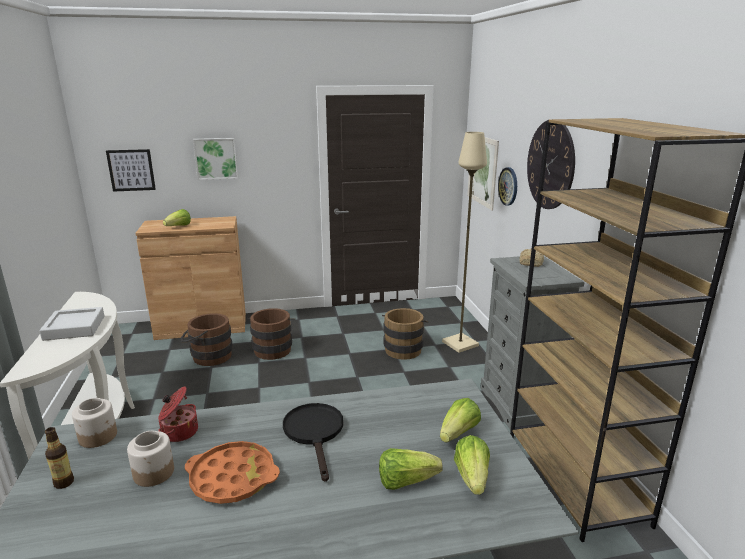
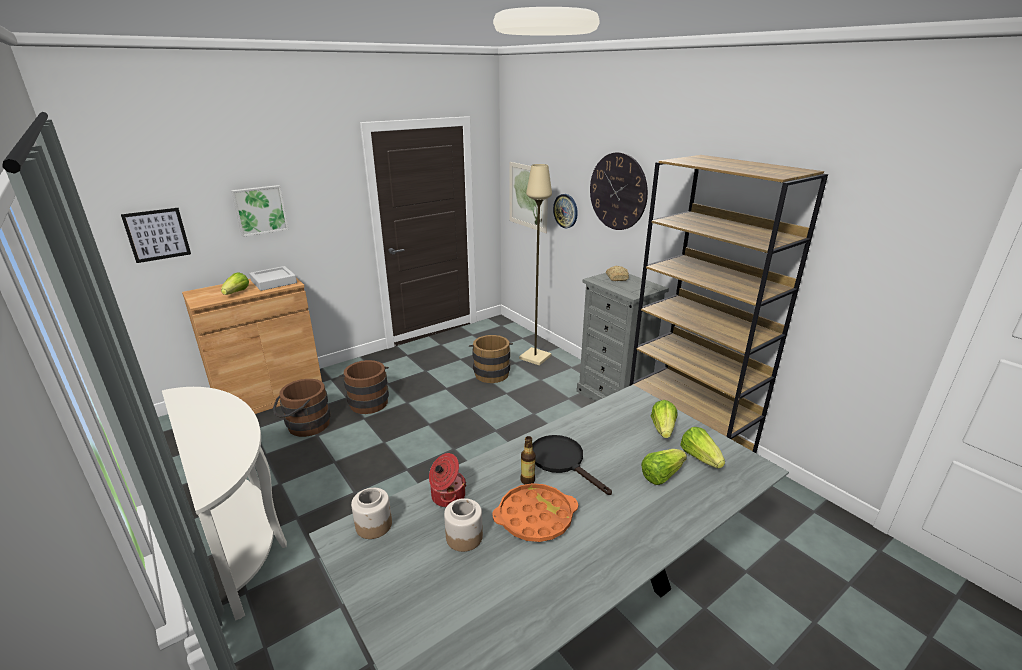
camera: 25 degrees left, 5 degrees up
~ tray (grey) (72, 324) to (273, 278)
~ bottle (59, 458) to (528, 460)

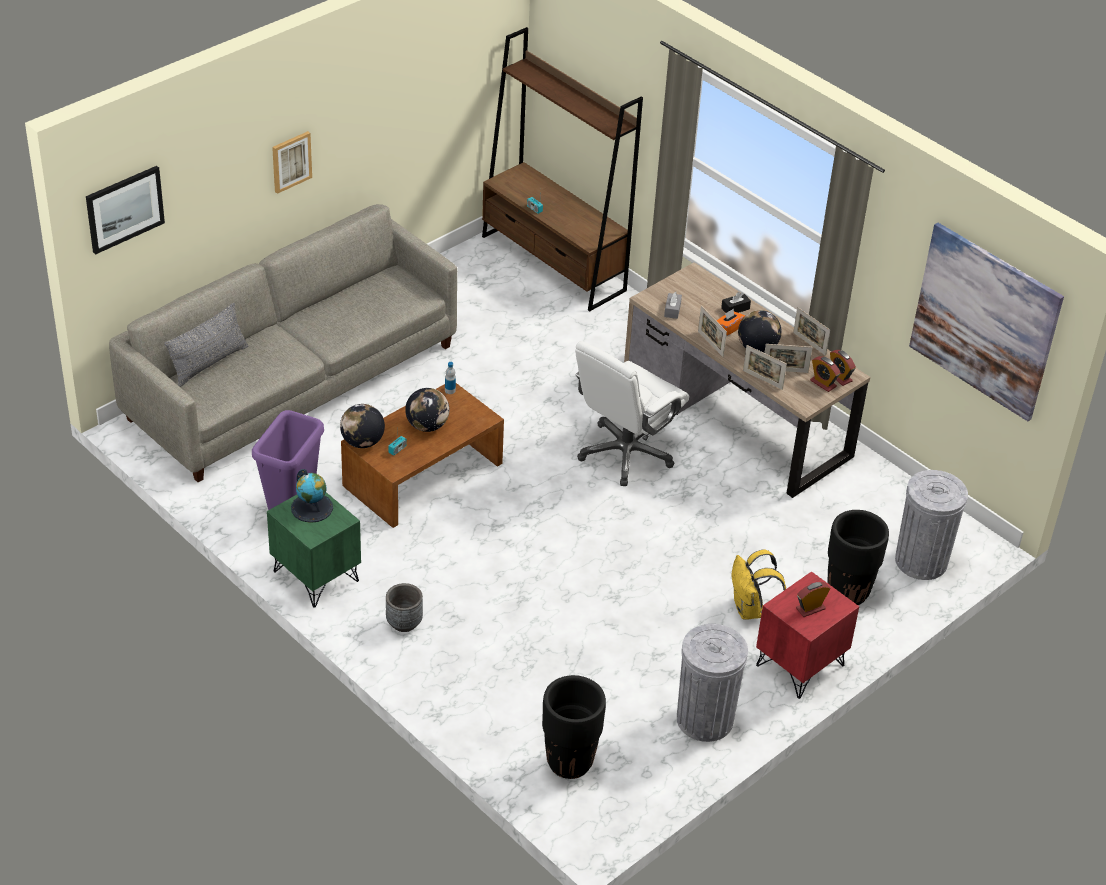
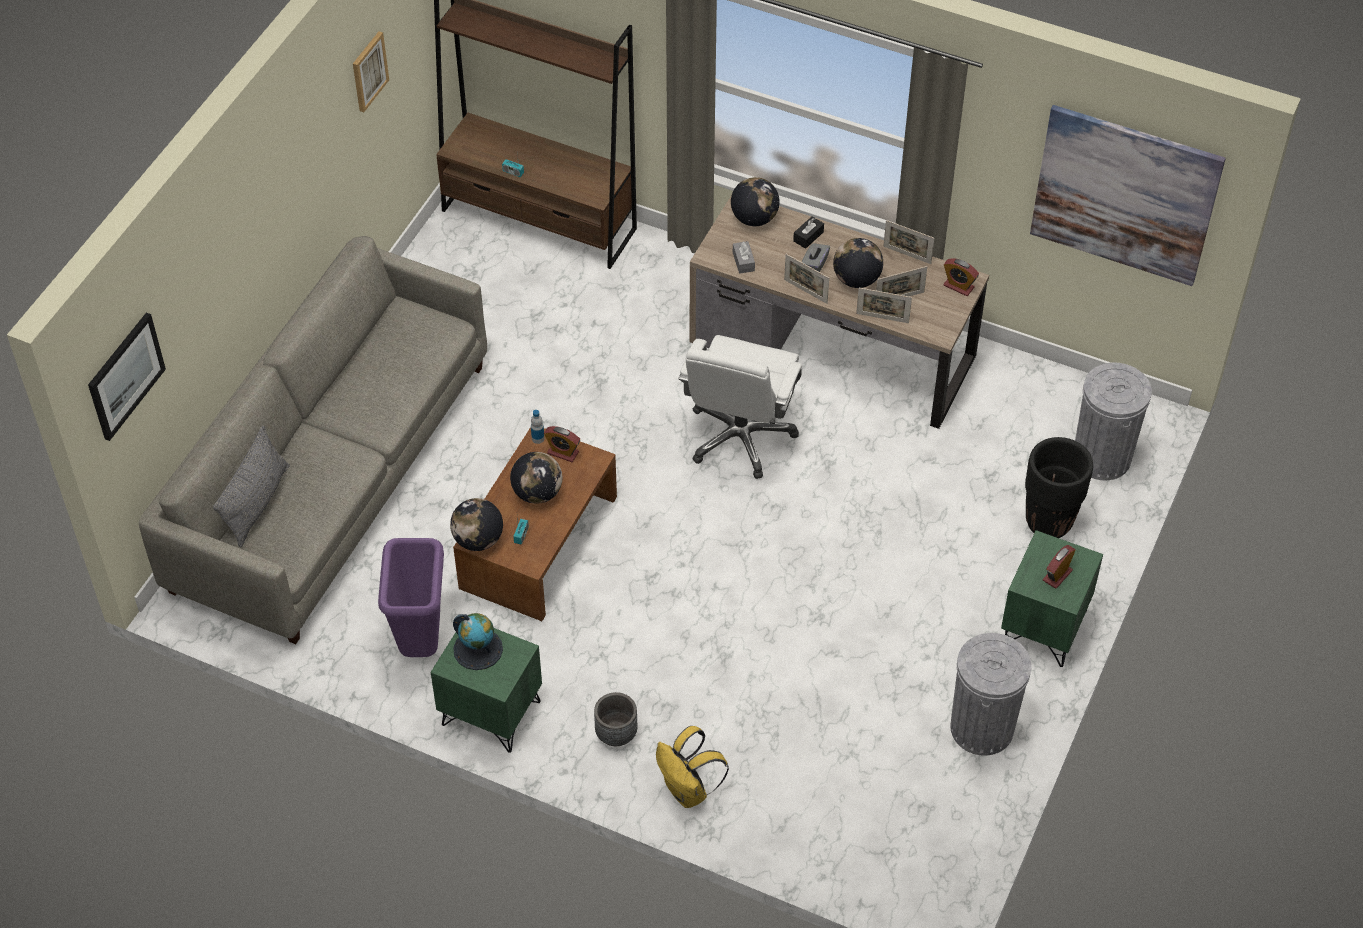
camera: 20 degrees left, 10 degrees up
- planter (black) (574, 727)
+ globe (755, 201)
~ picture (292, 162) to (371, 71)
~ backpack (yellow) (758, 585) to (692, 767)
~ alarm clock (825, 374) to (562, 444)
~ tissue box (orange) (731, 322) to tissue box (grey) (816, 257)
~ nightstand (red) (807, 635) to nightstand (green) (1052, 598)

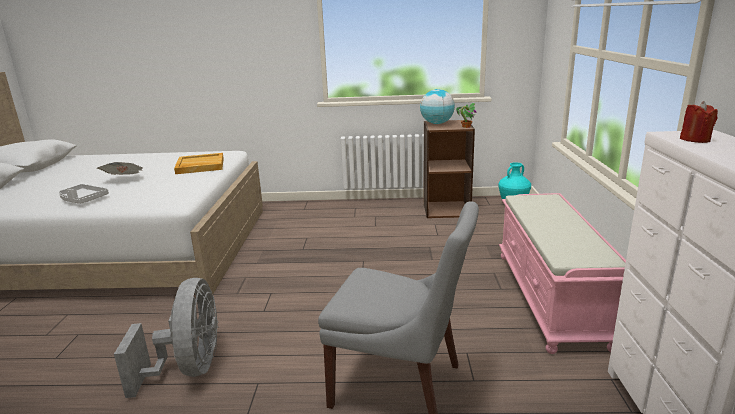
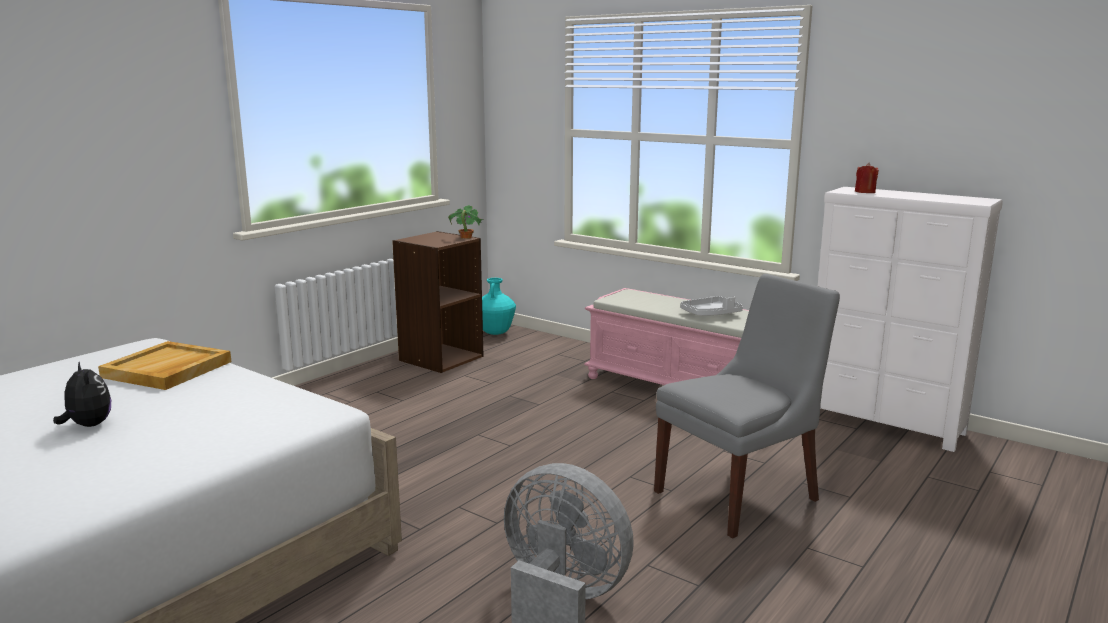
camera: 55 degrees left, 5 degrees down
- globe (437, 106)
~ tray (grey) (84, 194) to (711, 306)
~ newspaper (120, 168) to plush toy (82, 394)

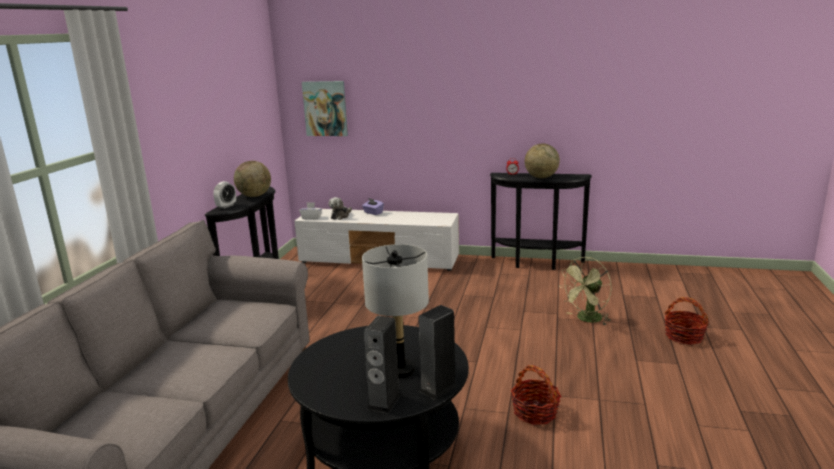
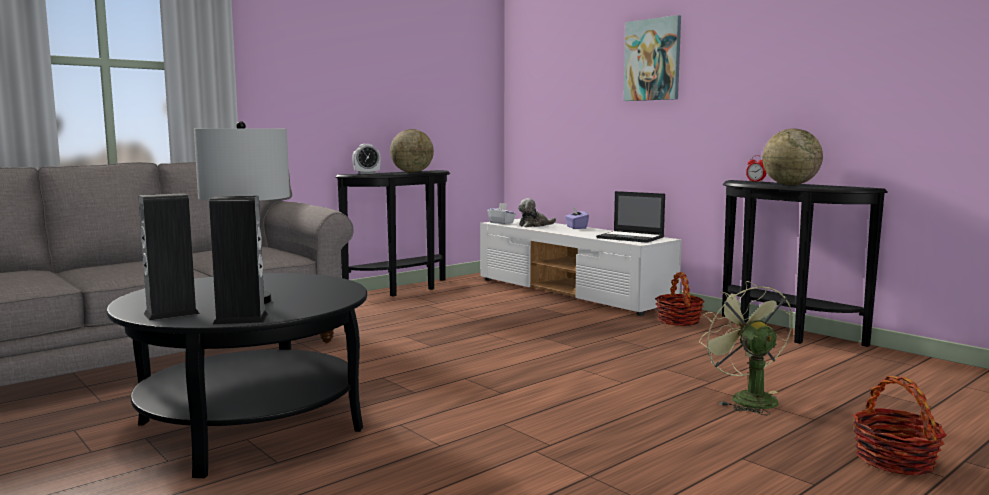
camera: 35 degrees right, 10 degrees down
+ laptop (630, 217)
~ picture (325, 108) to (652, 58)
~ basket (535, 395) to (679, 299)
~ fan (green) (585, 291) = (746, 348) 75 degrees clockwise

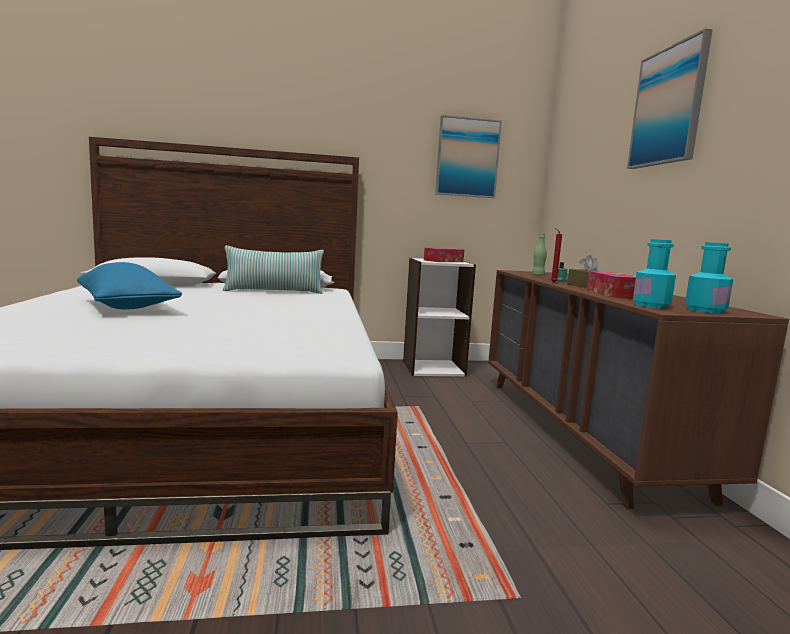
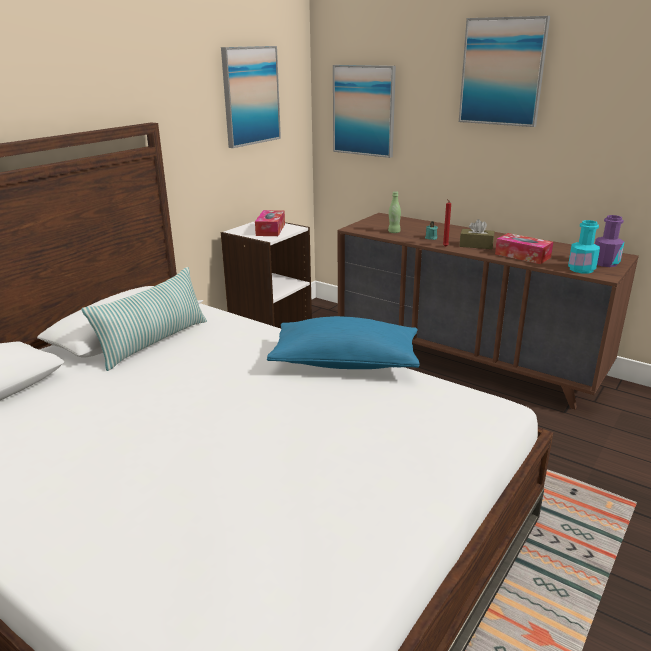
camera: 45 degrees left, 15 degrees up
+ picture (364, 111)
~ pillow (blue) (129, 285) to (343, 342)
~ bottle (turquoise) (709, 278) to bottle (purple) (609, 241)

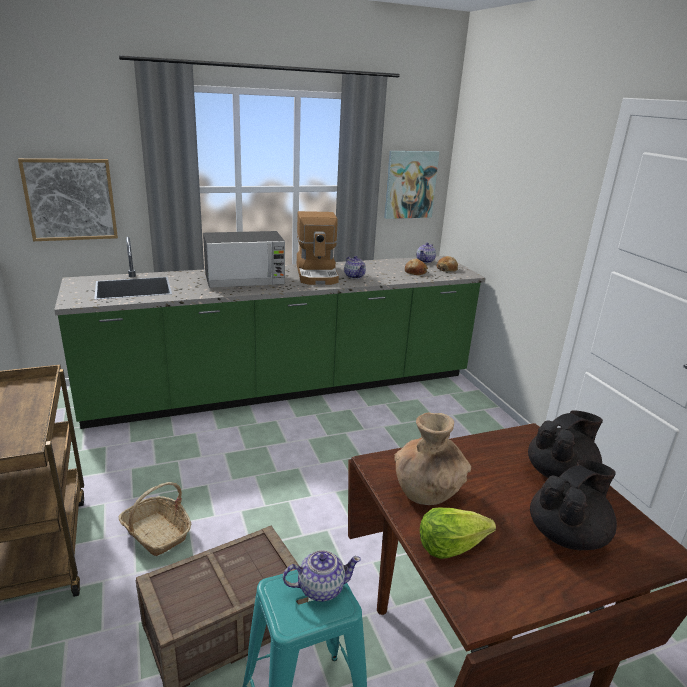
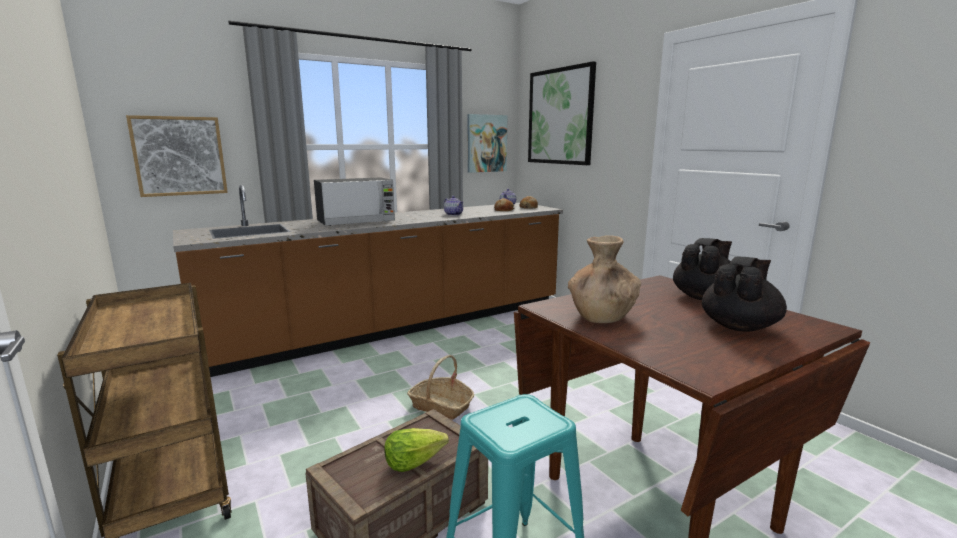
camera: 10 degrees left, 10 degrees down
- teapot (322, 576)
- coffee machine (318, 248)
+ picture (562, 113)
~ basket (154, 519) to (440, 387)
~ lettuce (458, 533) to (416, 450)
~ counter (green) (270, 333) to counter (brown) (368, 281)

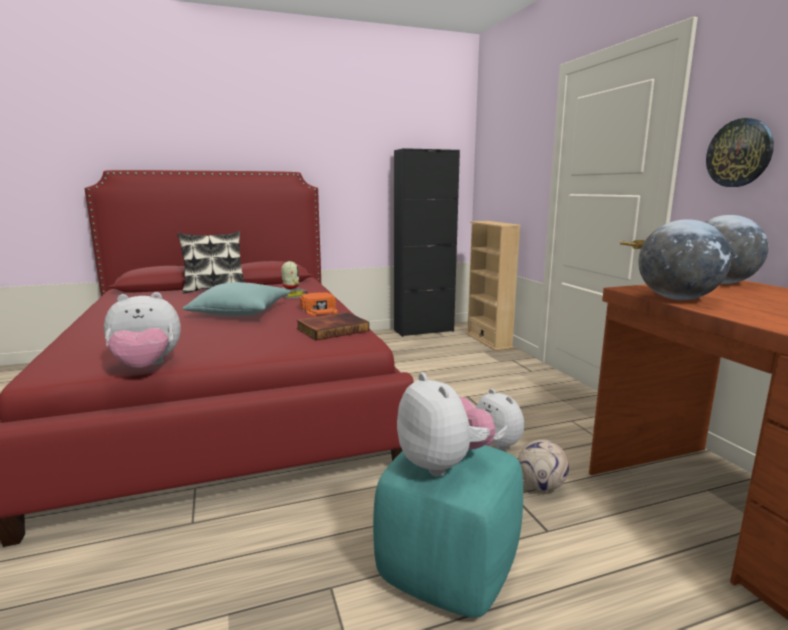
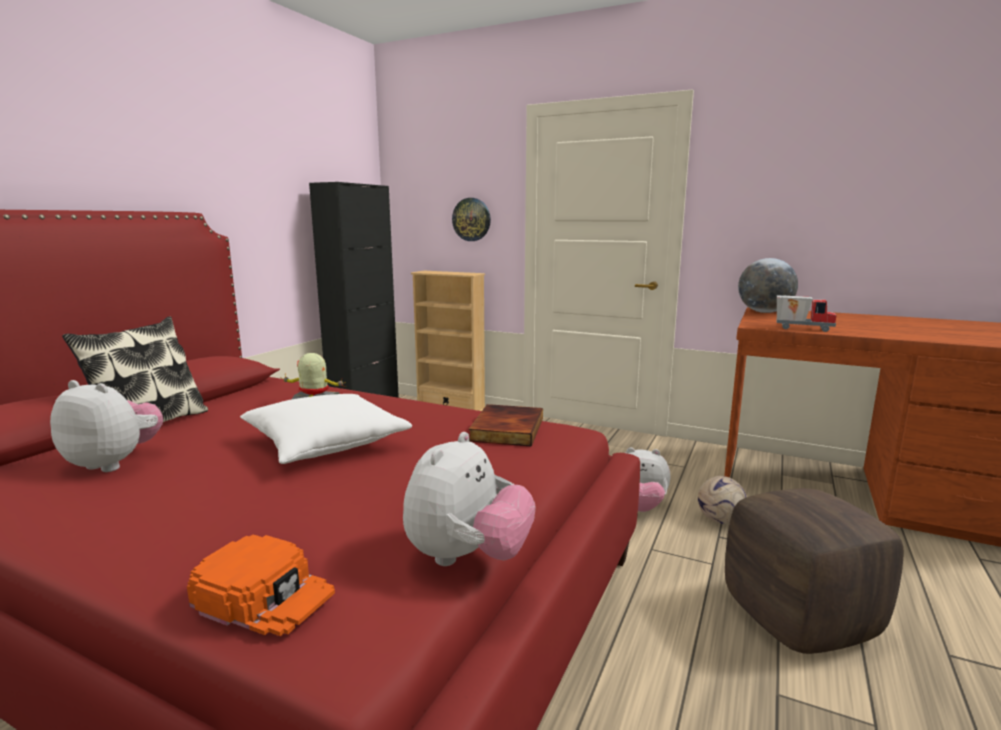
camera: 45 degrees left, 0 degrees up
~ cap (orange) (319, 304) to (261, 585)
~ plush toy (446, 424) to (106, 426)
~ wall clock (740, 152) to (471, 219)
~ globe (685, 259) to toy truck (806, 313)
~ pillow (turquoise) (236, 299) to pillow (white) (326, 429)
~ ottoman (turquoise) (448, 531) to ottoman (brown) (814, 571)

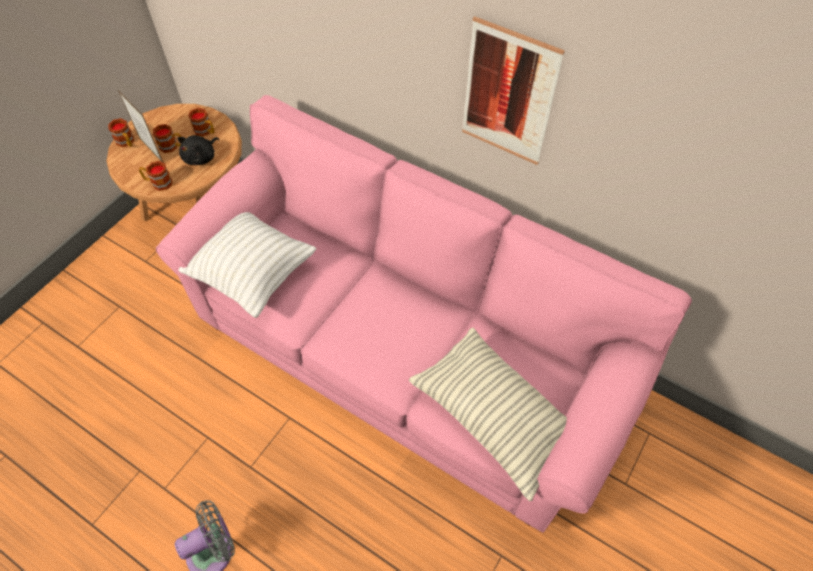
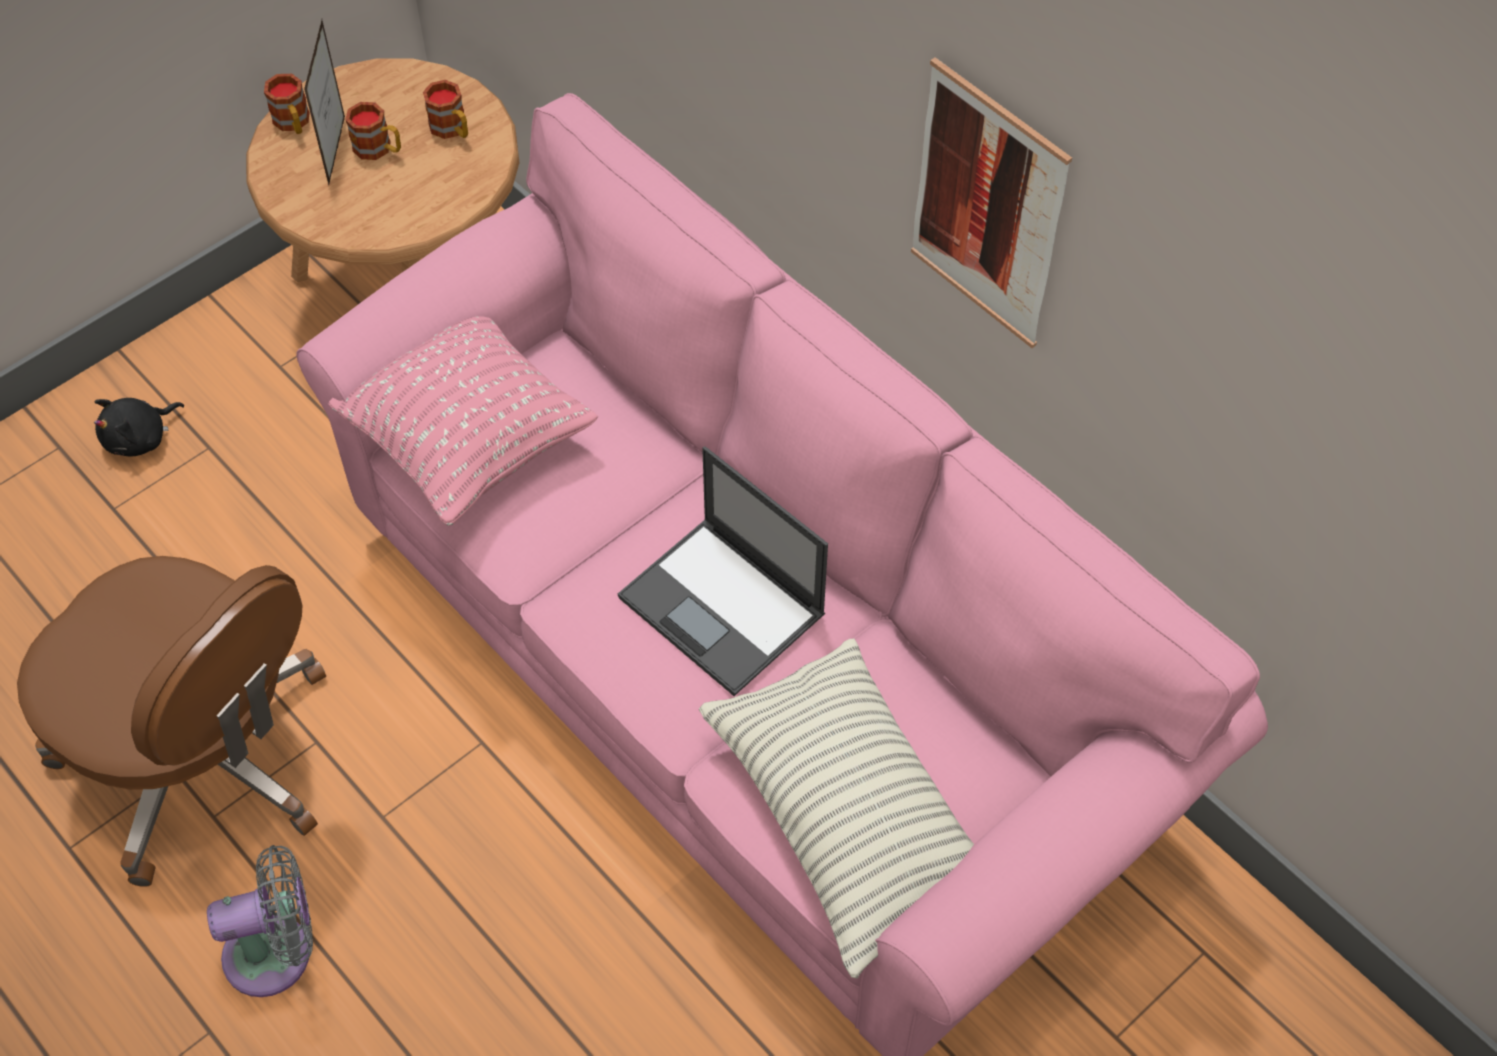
camera: 15 degrees right, 0 degrees up
- mug (155, 176)
+ office chair (brown) (171, 721)
+ laptop (723, 571)
~ plush toy (black) (198, 150) to (139, 427)
~ pillow (white) (247, 265) to pillow (pink) (463, 421)
~ picture frame (140, 126) = (324, 102) 150 degrees counterclockwise

